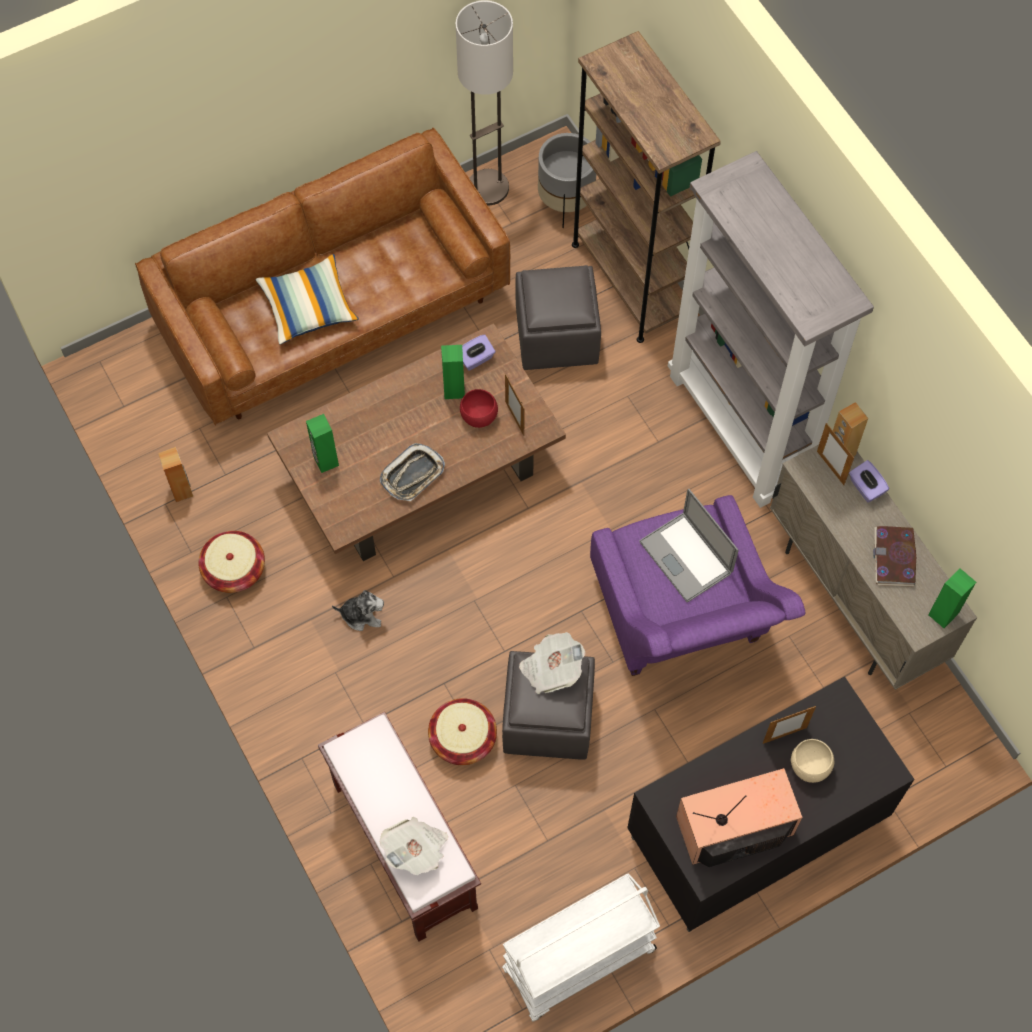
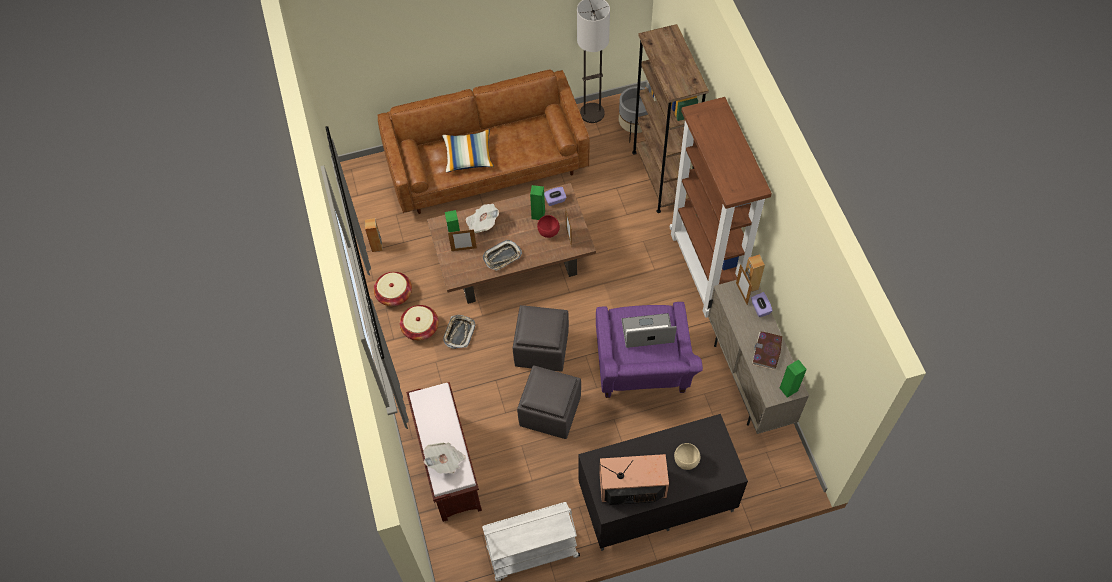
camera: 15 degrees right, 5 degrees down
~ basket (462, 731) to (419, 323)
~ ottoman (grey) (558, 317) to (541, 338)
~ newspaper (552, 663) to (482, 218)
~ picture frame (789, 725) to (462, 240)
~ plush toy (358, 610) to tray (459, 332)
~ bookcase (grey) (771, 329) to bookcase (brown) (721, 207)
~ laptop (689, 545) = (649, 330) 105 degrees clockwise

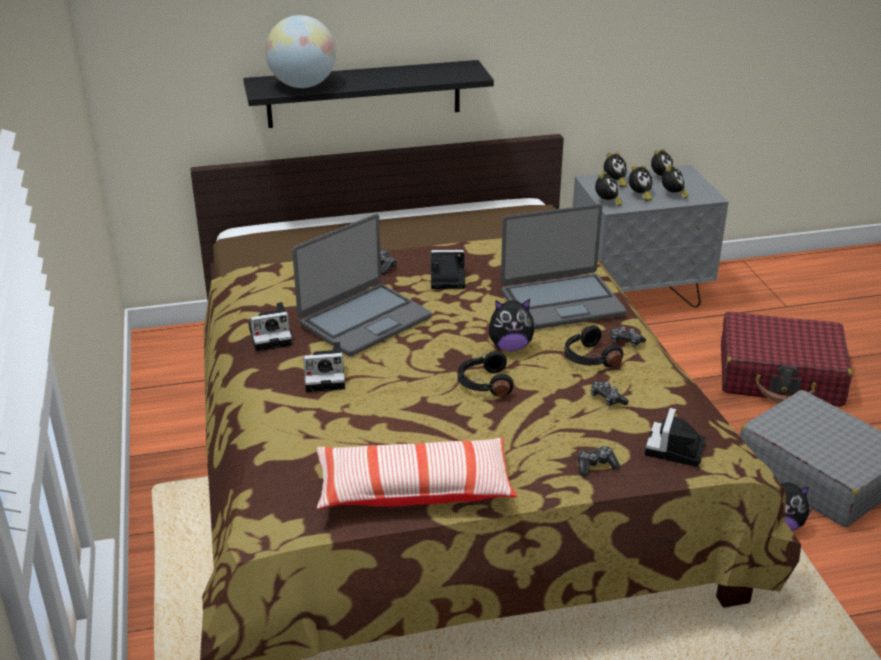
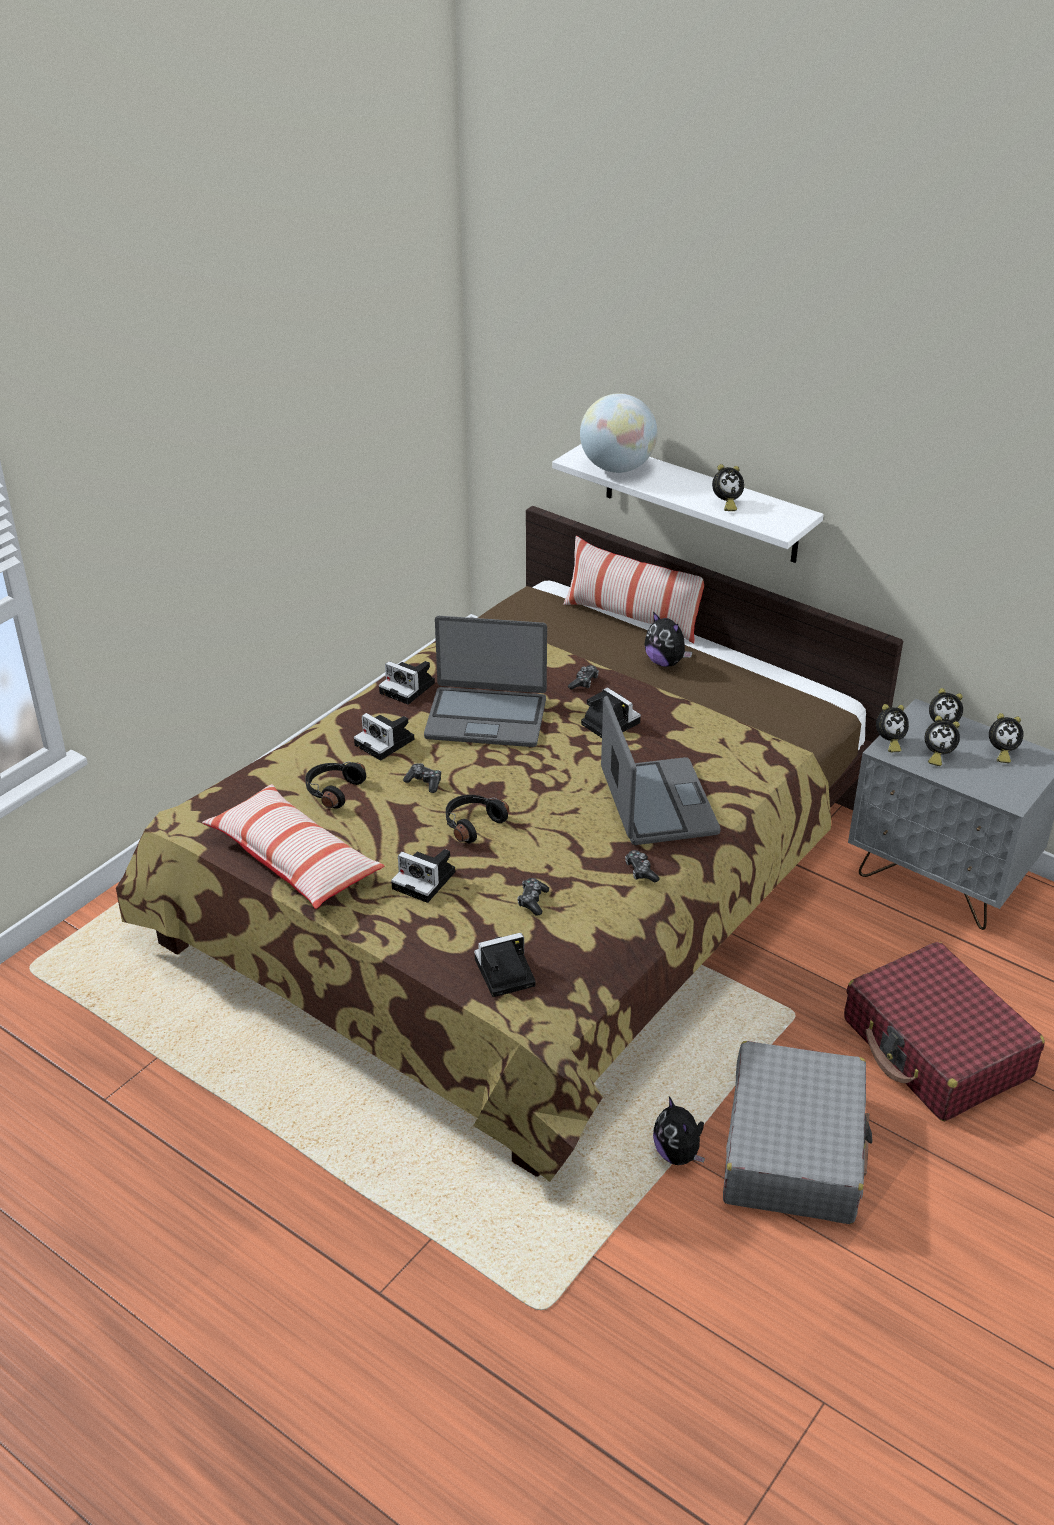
camera: 50 degrees right, 5 degrees up
+ photo camera (423, 876)
+ pillow (633, 590)
~ plush toy (512, 325) to (668, 639)
~ headphones (black) (593, 346) to (335, 785)
~ game controller (599, 461) to (422, 778)
~ alarm clock (675, 182) to (728, 487)
~ shelf (black) (368, 94) to shelf (white) (688, 503)
~ laptop (563, 267) = (661, 770) 135 degrees counterclockwise

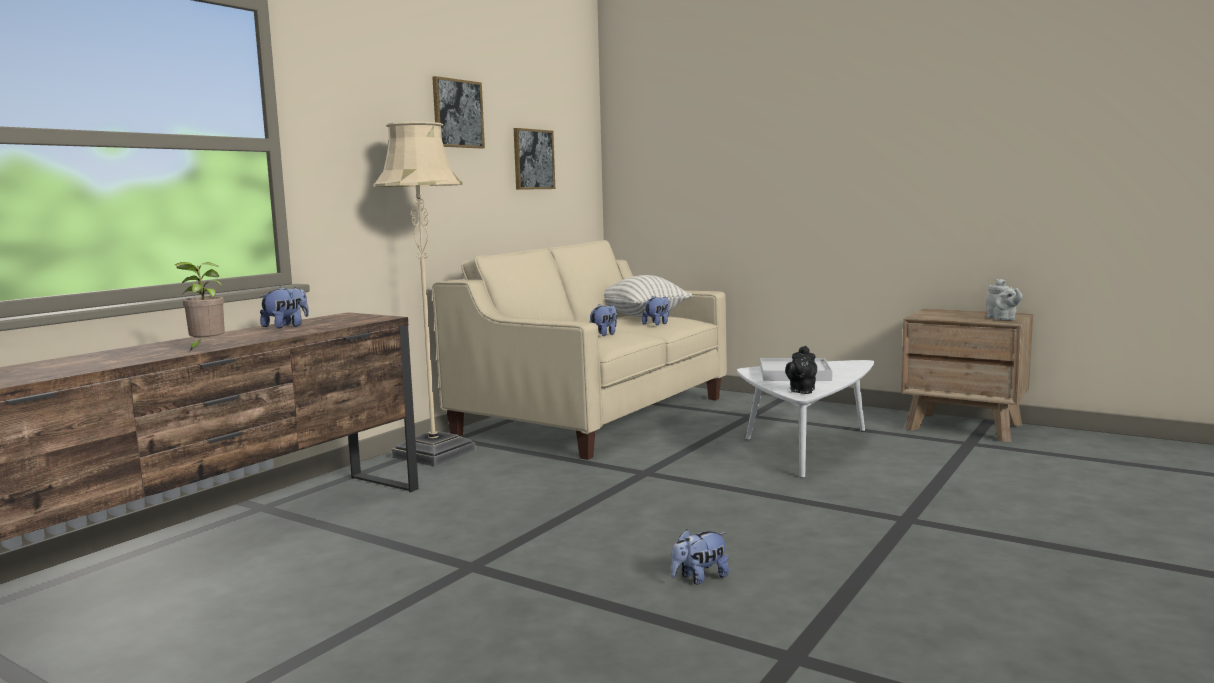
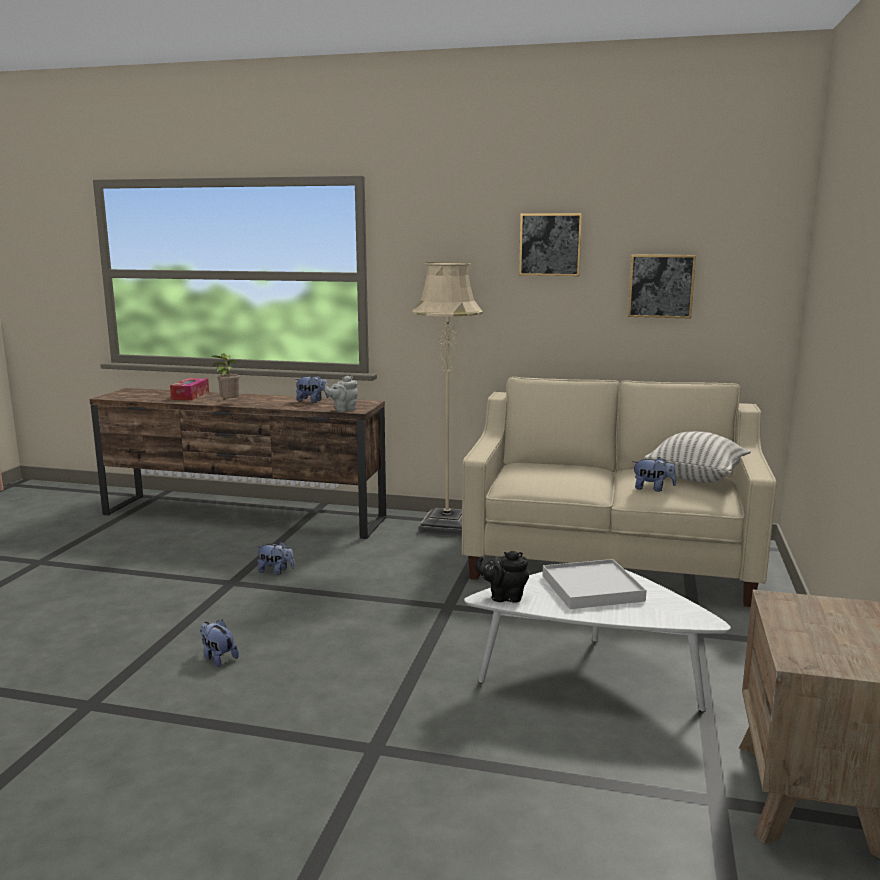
camera: 70 degrees right, 5 degrees up
+ tissue box (189, 389)
~ plush toy (603, 320) to (275, 558)
~ teapot (grey) (1004, 299) to (341, 394)

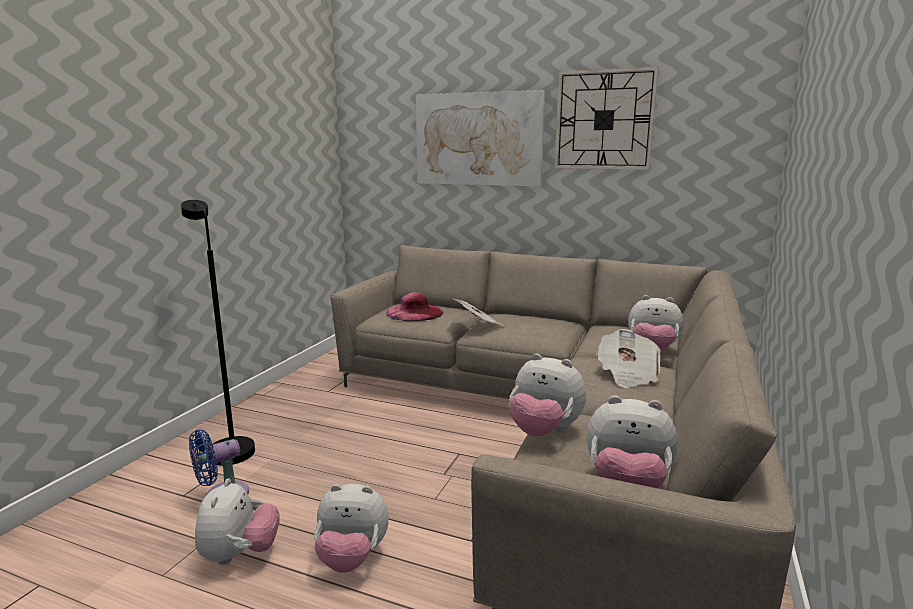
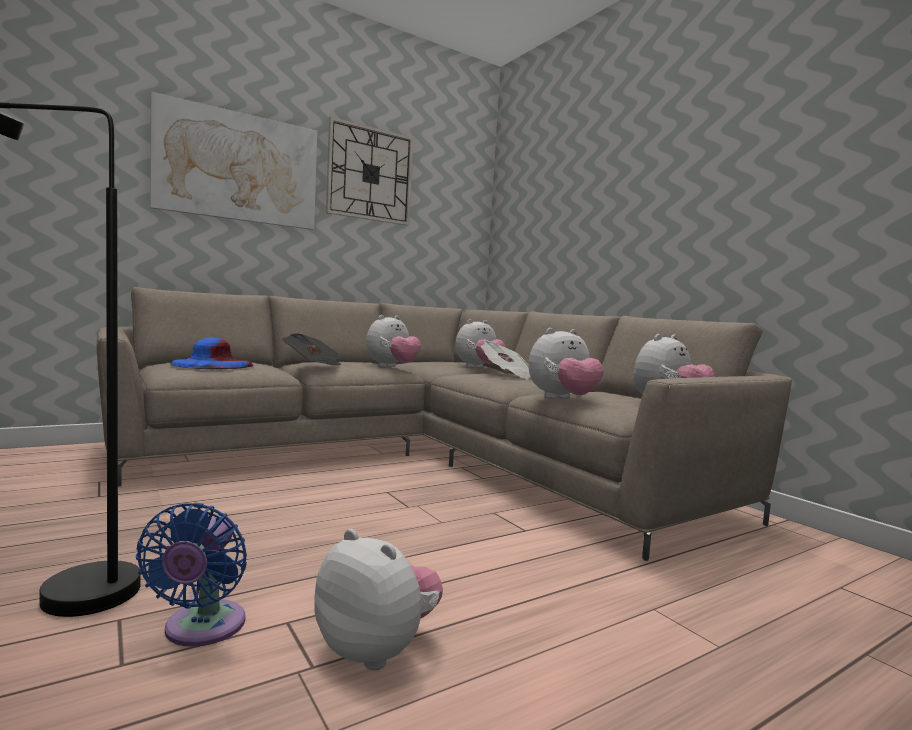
camera: 55 degrees left, 10 degrees down
~ plush toy (351, 528) to (393, 341)
~ hat (pink) (414, 306) to hat (blue) (211, 353)

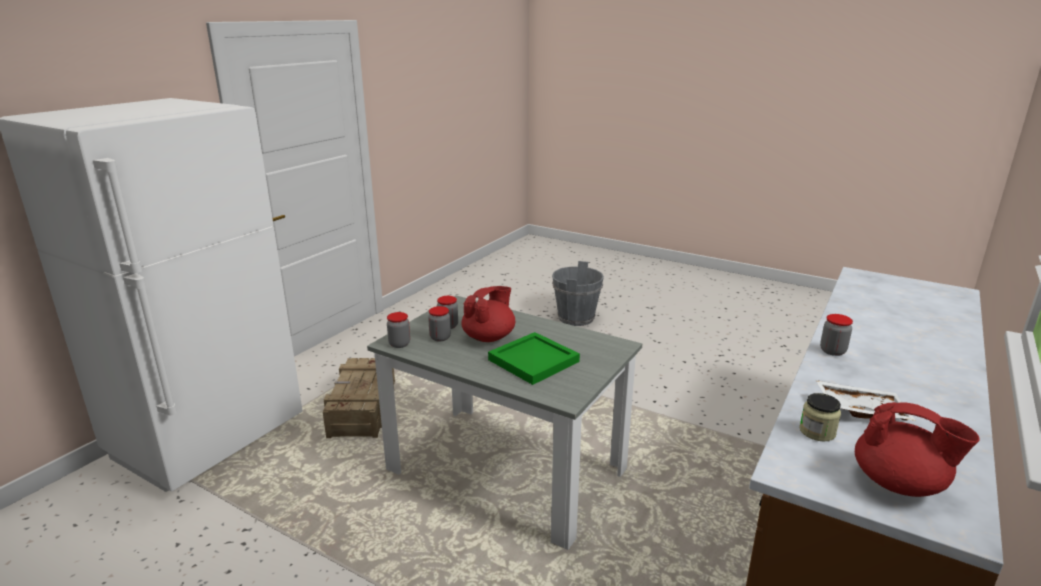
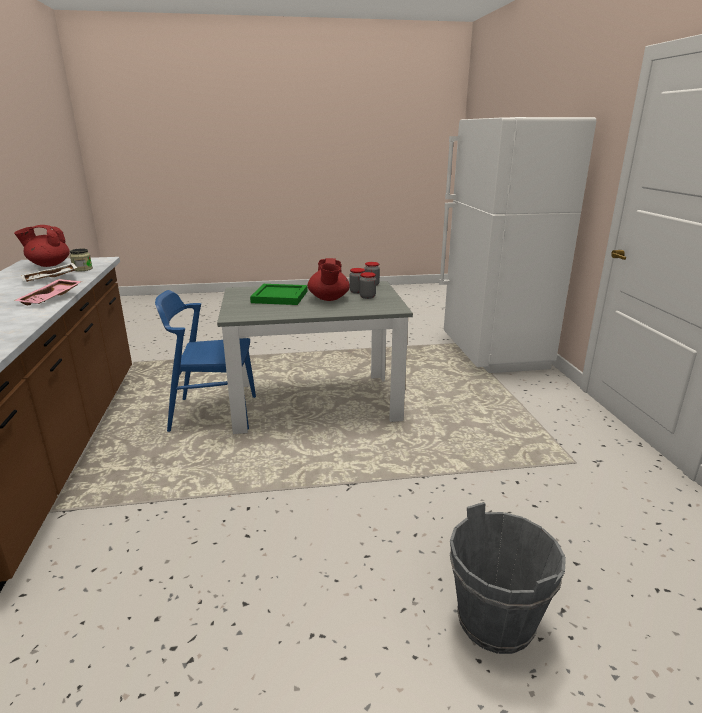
camera: 140 degrees right, 0 degrees up
- crate (359, 398)
+ chair (blue) (205, 361)
~ jar (836, 335) to tray (pink) (48, 292)

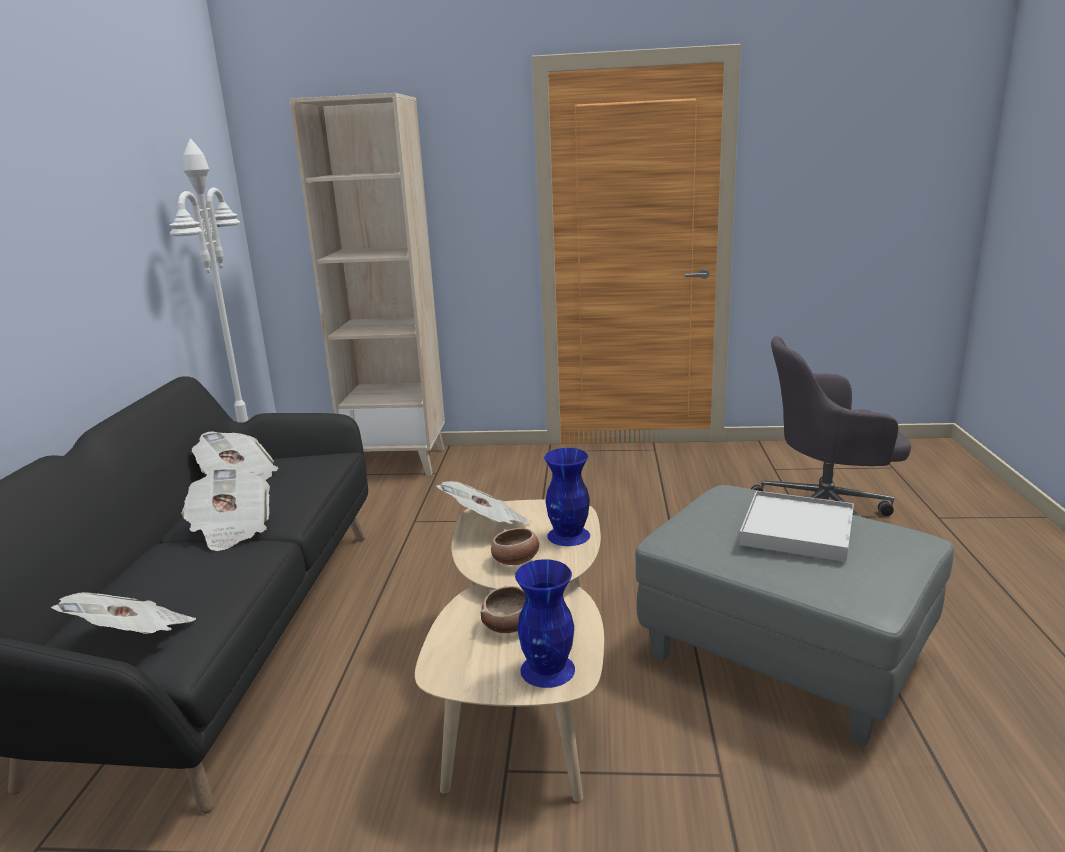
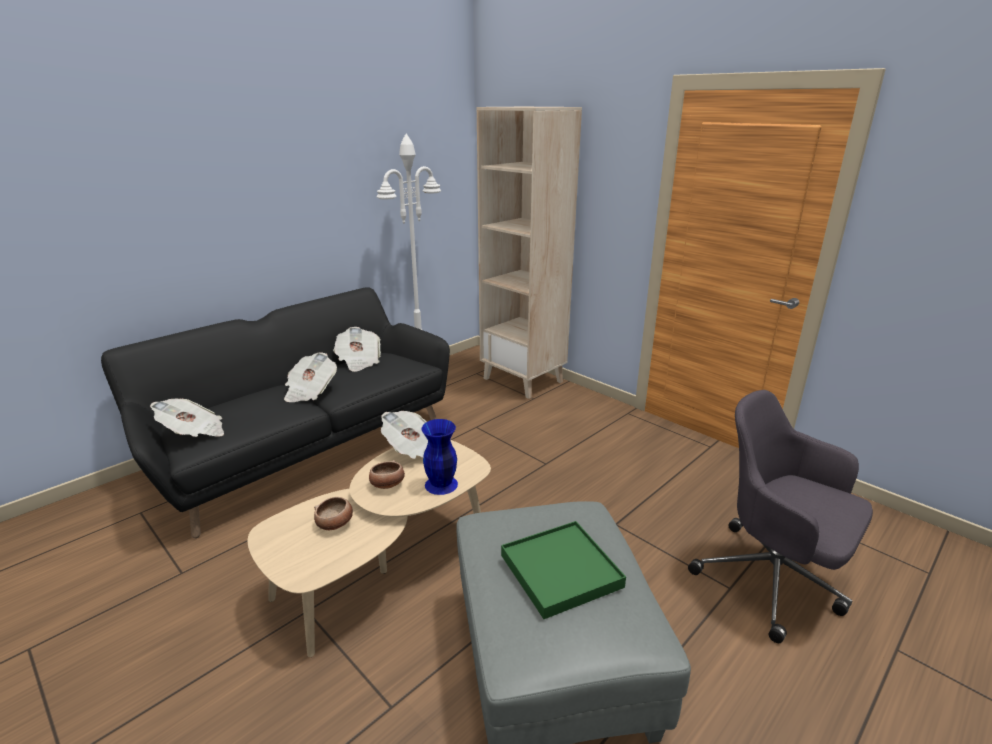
camera: 40 degrees right, 5 degrees up
- vase (blue) (545, 623)
~ tray (white) (796, 526) to tray (green) (563, 570)

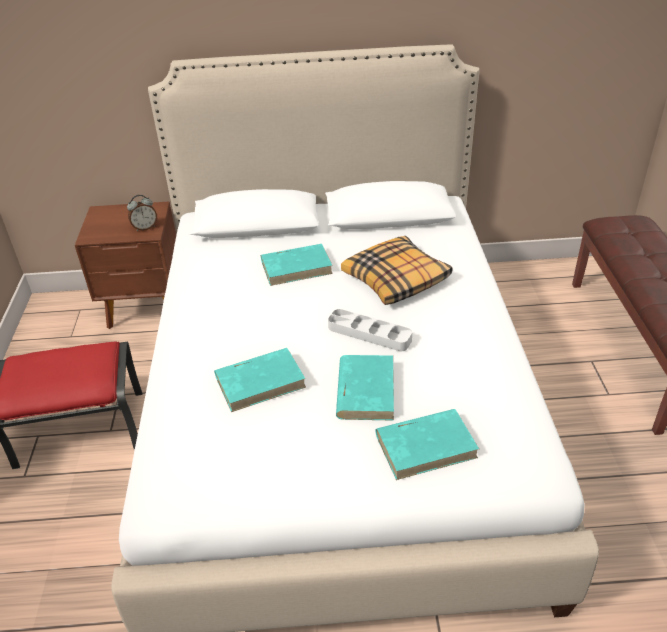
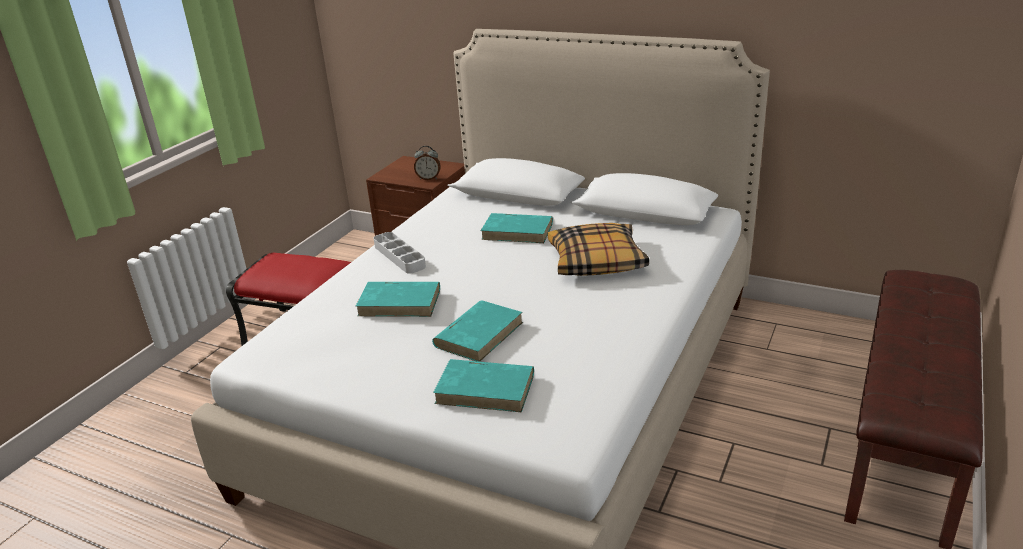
camera: 30 degrees right, 10 degrees down
~ tray (grey) (370, 330) to (399, 253)

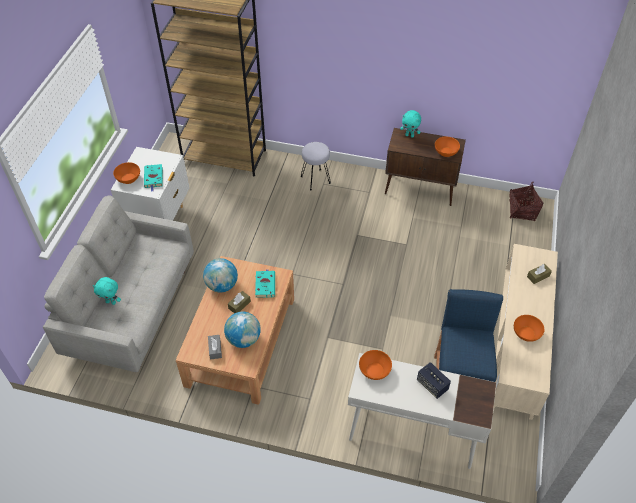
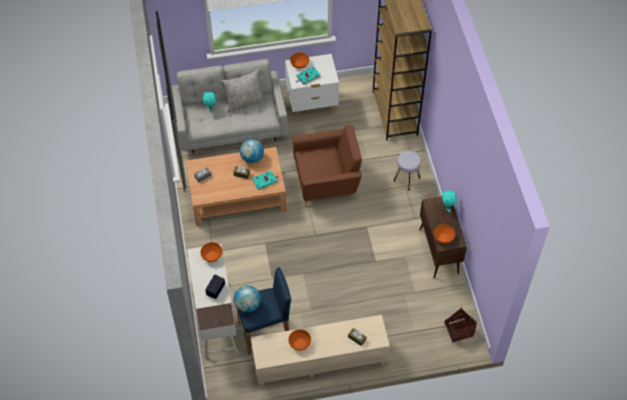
camera: 65 degrees right, 5 degrees up
+ pillow (grey) (243, 90)
+ armchair (brown) (327, 166)
~ globe (242, 330) to (247, 299)

